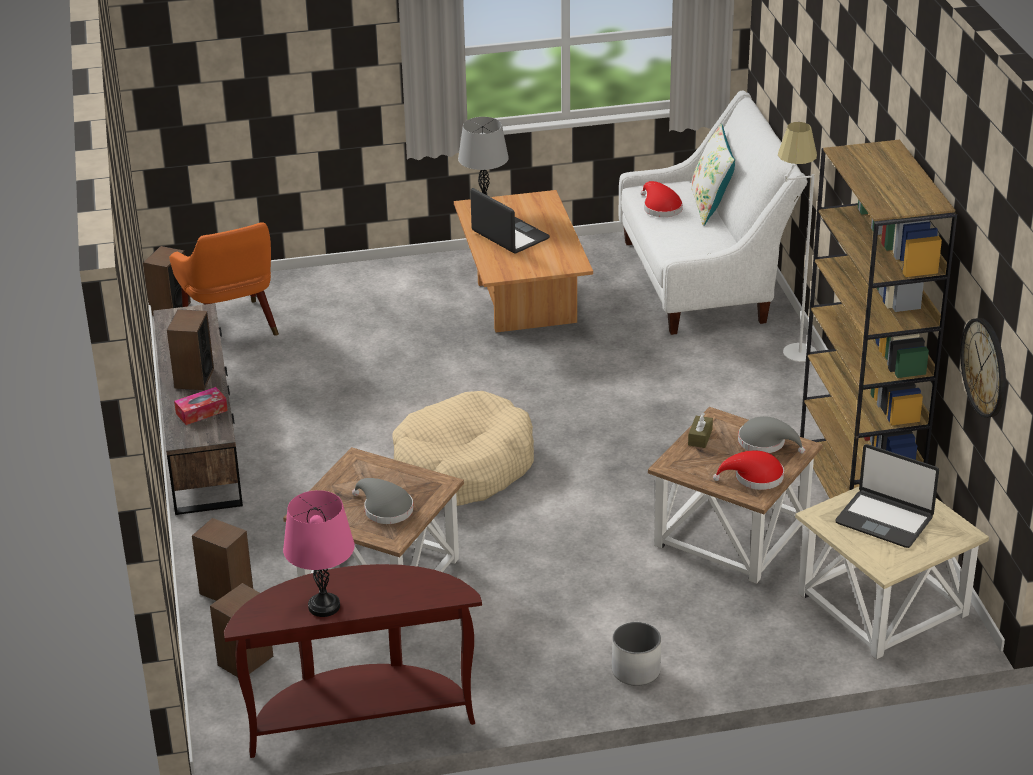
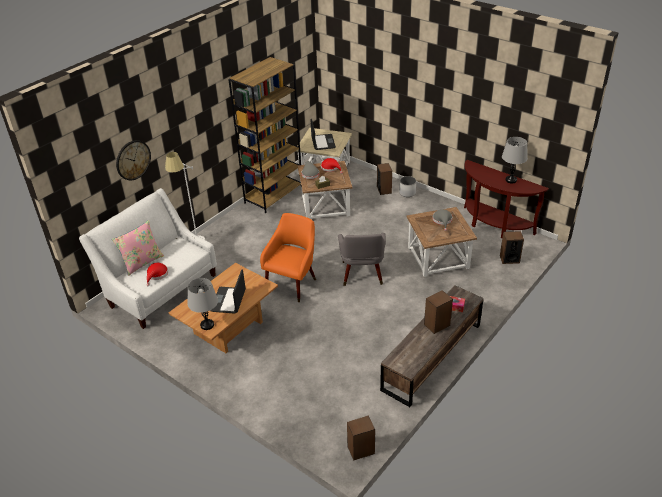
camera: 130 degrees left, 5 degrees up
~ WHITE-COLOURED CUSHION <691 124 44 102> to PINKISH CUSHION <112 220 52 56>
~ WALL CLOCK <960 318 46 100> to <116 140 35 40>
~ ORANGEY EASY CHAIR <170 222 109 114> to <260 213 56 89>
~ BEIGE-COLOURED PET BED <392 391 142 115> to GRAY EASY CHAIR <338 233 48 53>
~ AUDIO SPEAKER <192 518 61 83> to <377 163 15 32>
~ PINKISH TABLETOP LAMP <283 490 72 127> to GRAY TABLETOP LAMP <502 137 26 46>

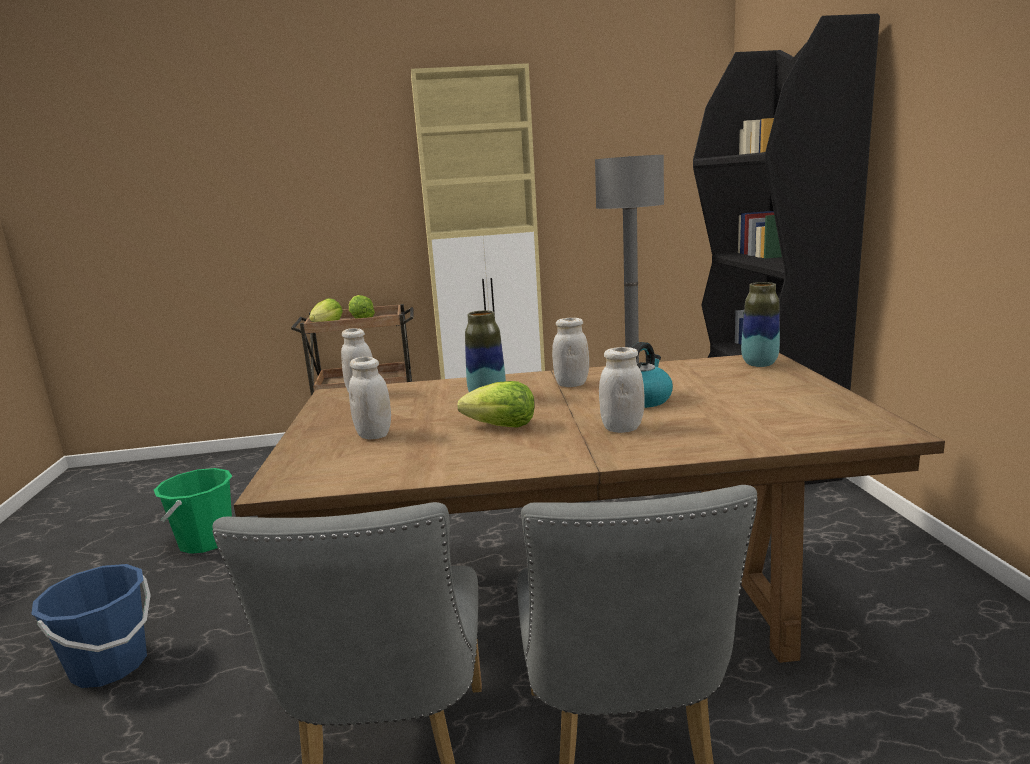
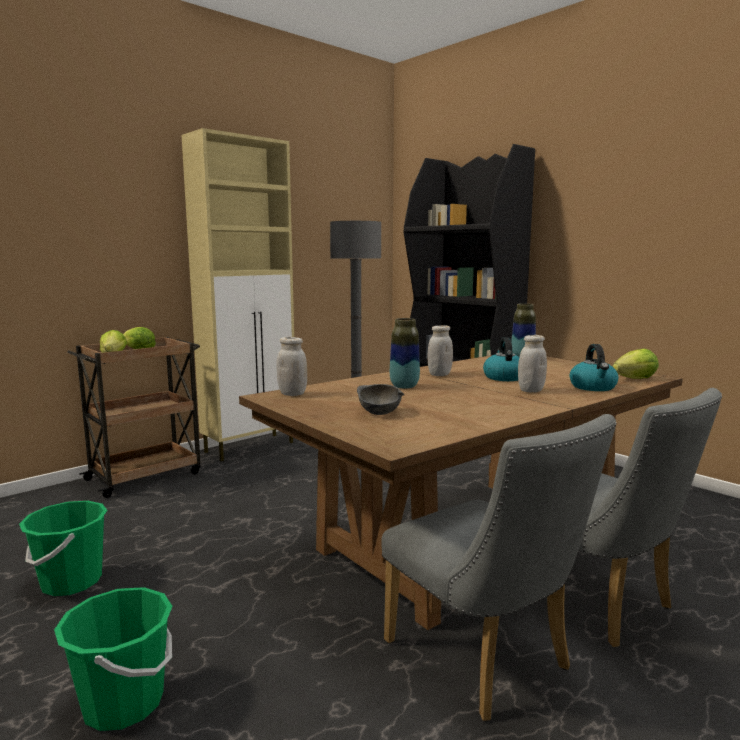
camera: 35 degrees left, 5 degrees down
~ BLUISH WATER BUCKET <32 564 119 124> to GREENISH WATER BUCKET <54 587 118 144>
~ WHITE-COLOURED JAR <349 357 42 82> to GRAY SERVING BOWL <357 384 47 31>
+ TEA KETTLE <570 344 49 47>
~ HEAD OF LETTUCE <458 381 77 47> to <613 349 46 30>

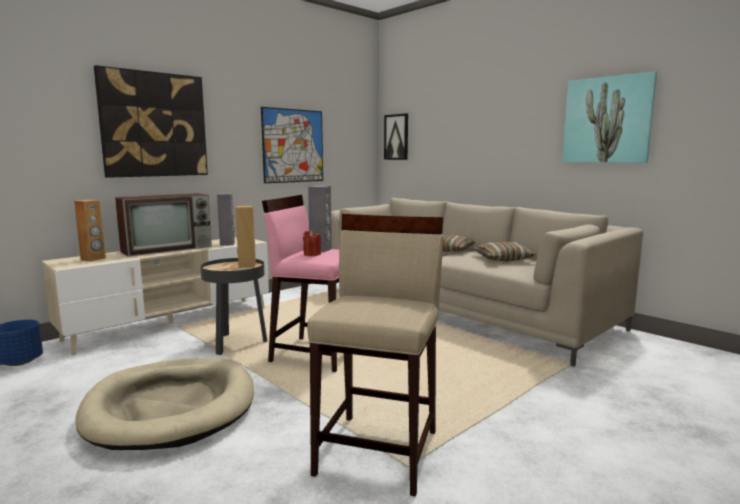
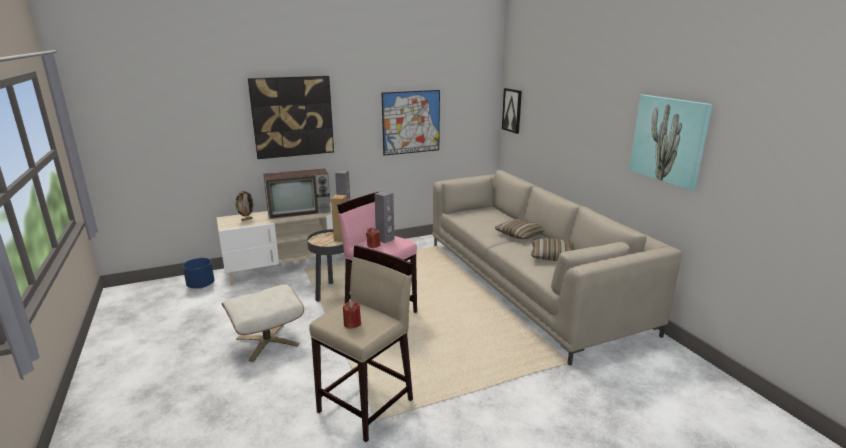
camera: 20 degrees right, 10 degrees up
~ BEIGE-COLOURED PET BED <75 358 179 92> to BEIGE-COLOURED OTTOMAN <222 284 82 78>
~ BROWNISH AUDIO SPEAKER <74 200 32 61> to STANDING FRAME <235 190 20 31>
+ RED CANDLE <343 301 18 27>

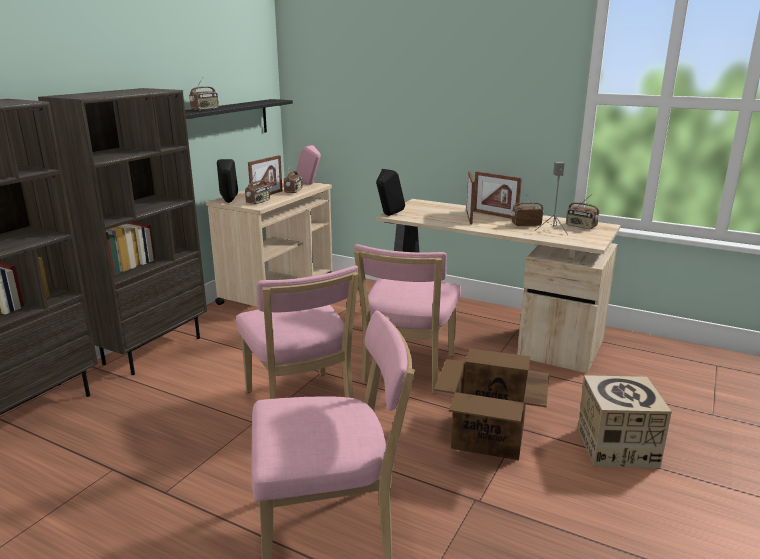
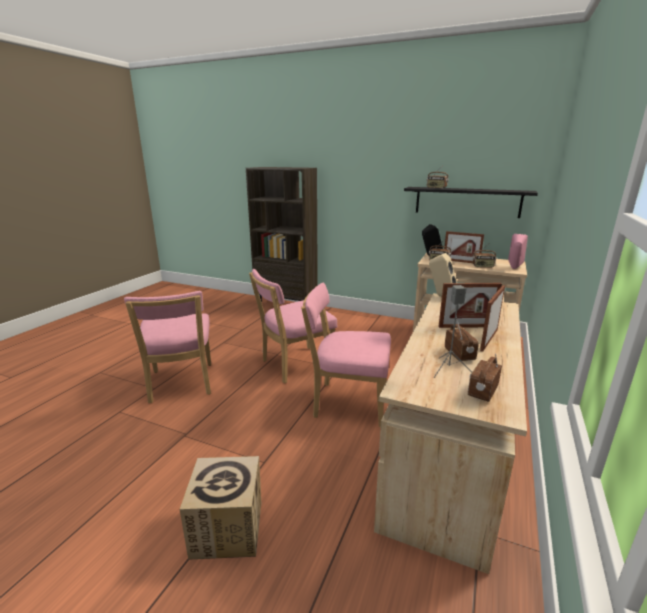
camera: 85 degrees right, 0 degrees up
~ BLACKISH AUDIO SPEAKER <376 169 29 47> to BEIGE-COLOURED AUDIO SPEAKER <429 253 28 44>
- BROWNISH BOOKCASE <38 88 169 287>
- CARTON <434 349 115 111>

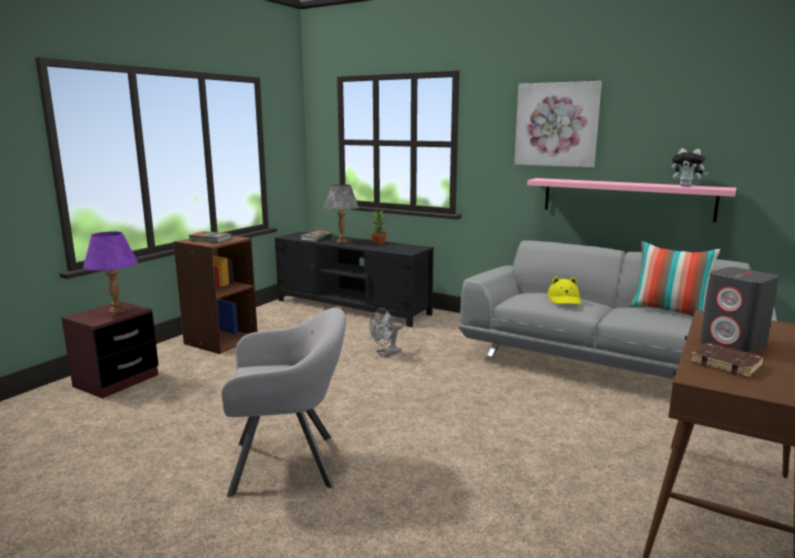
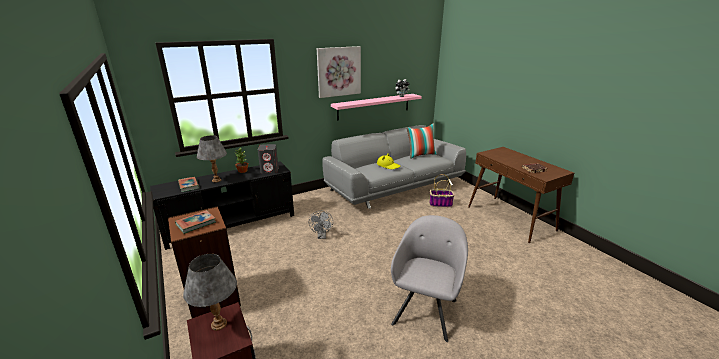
camera: 60 degrees left, 10 degrees up
~ PURPLISH TABLETOP LAMP <83 231 55 82> to GRAY TABLETOP LAMP <183 254 54 77>
~ GRAY AUDIO SPEAKER <700 267 79 87> to <258 144 21 30>
+ BASKET <429 174 26 33>

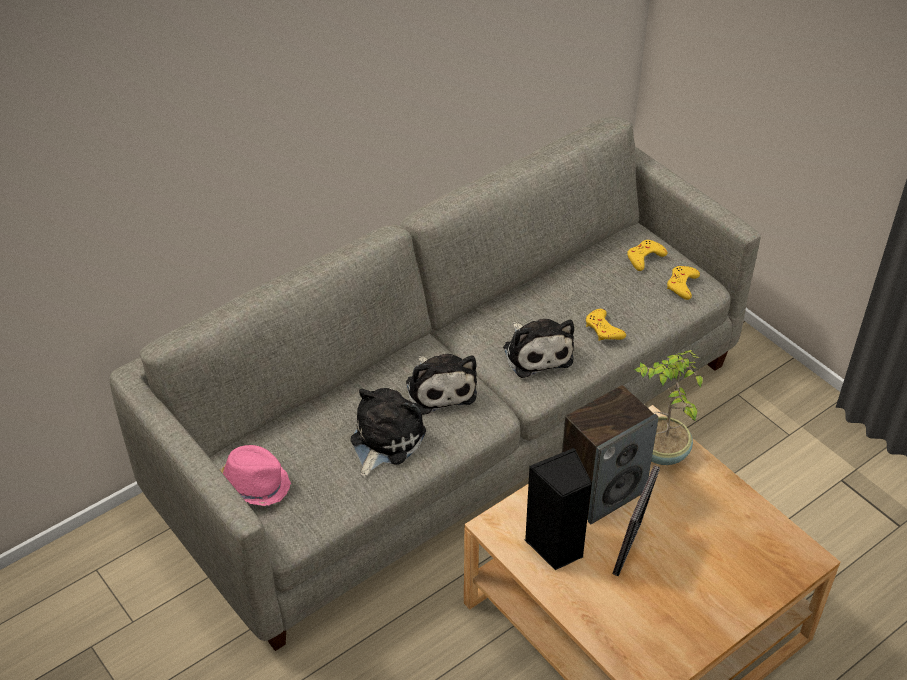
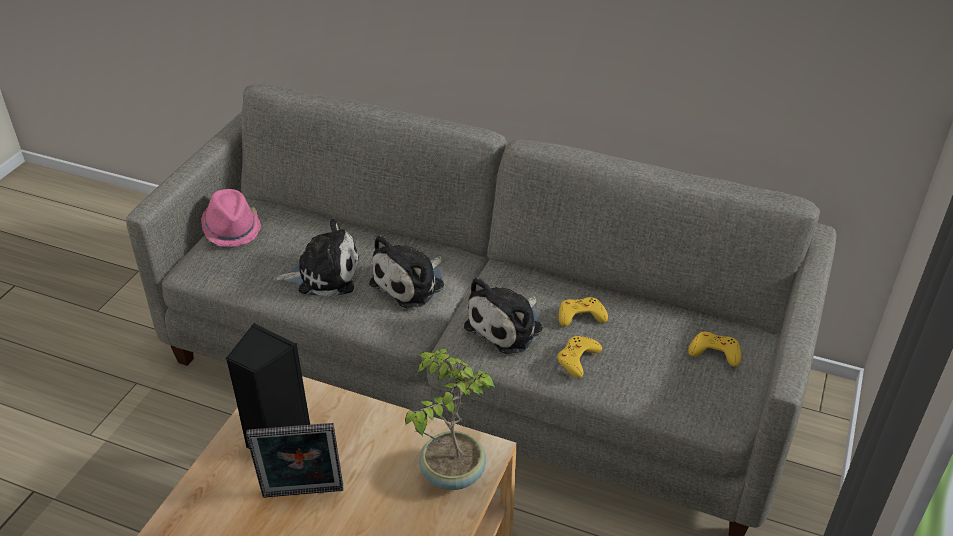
camera: 60 degrees right, 5 degrees down
~ YELLOWISH GAME CONTROLLER <667 266 33 34> to <559 297 49 30>
- AUDIO SPEAKER <562 385 97 139>

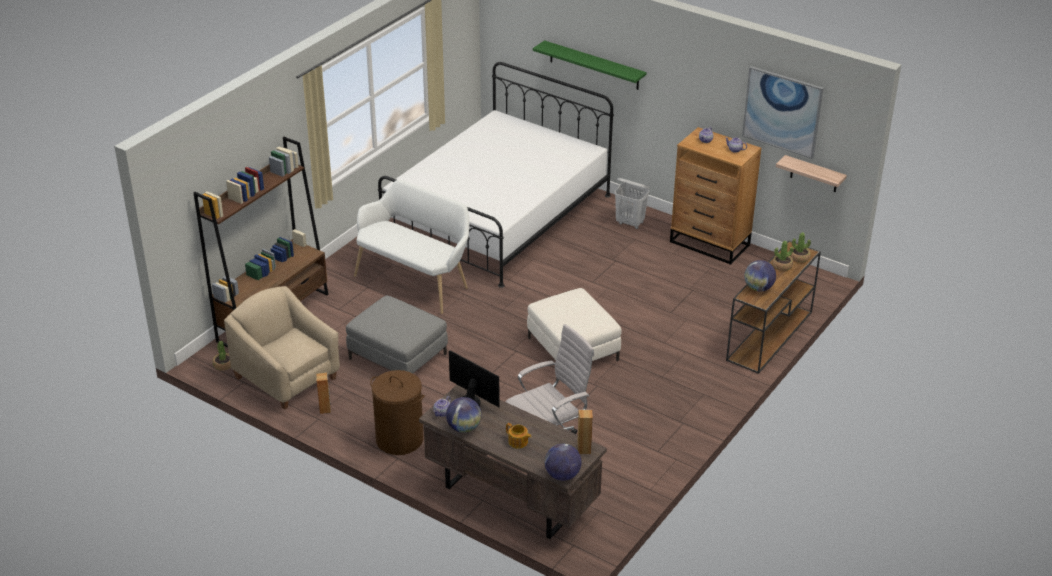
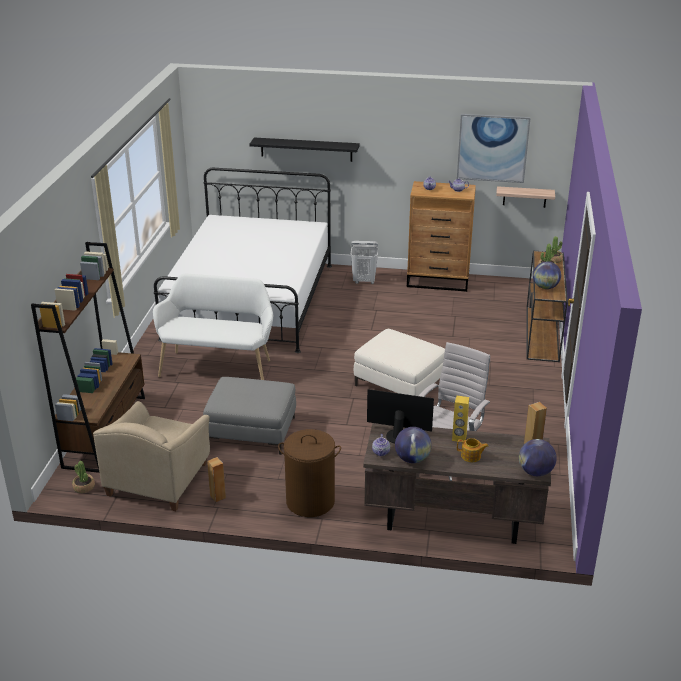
camera: 25 degrees left, 5 degrees down
~ BEIGE-COLOURED EASY CHAIR <224 286 116 124> = <93 401 117 110> 90 degrees counterclockwise
~ GREENISH SHELF <533 40 114 50> to BLACKISH SHELF <249 138 111 24>
+ YELLOWISH AUDIO SPEAKER <452 396 17 46>

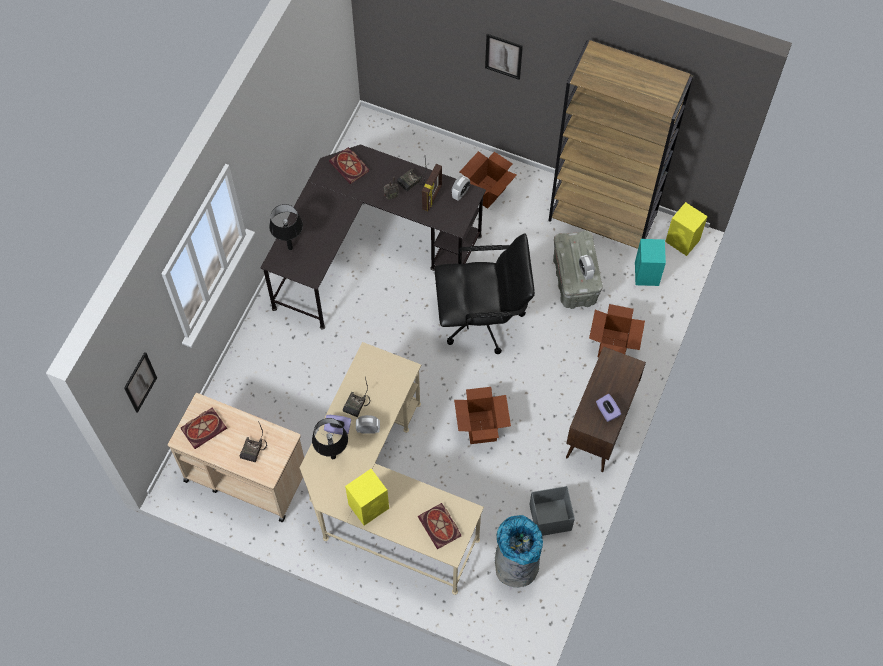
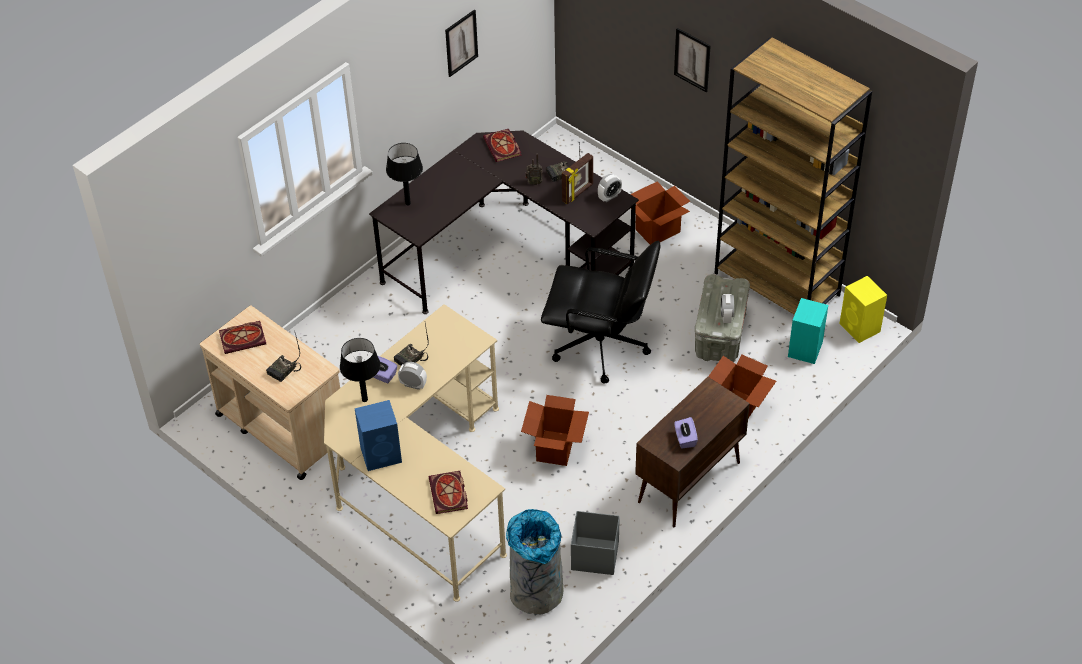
camera: 20 degrees right, 15 degrees down
~ YELLOWISH AUDIO SPEAKER <345 469 44 57> to BLUISH AUDIO SPEAKER <355 400 47 71>
~ PICTURE <124 352 33 61> to <445 10 33 67>

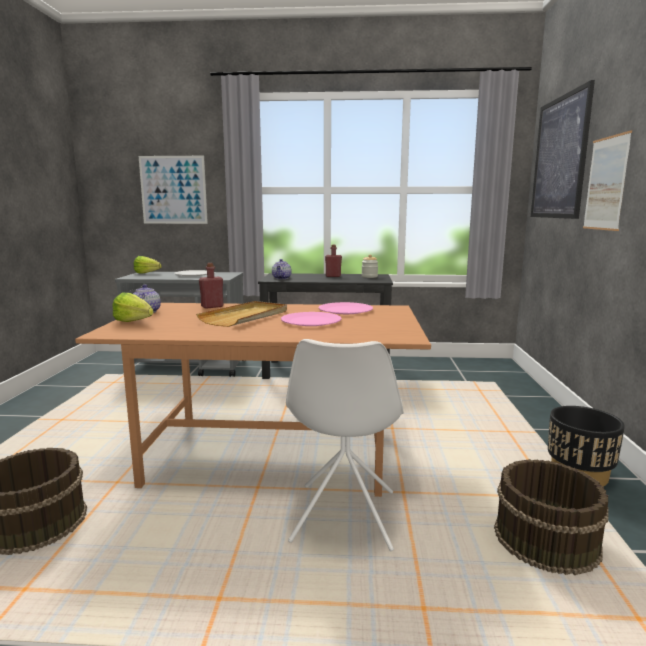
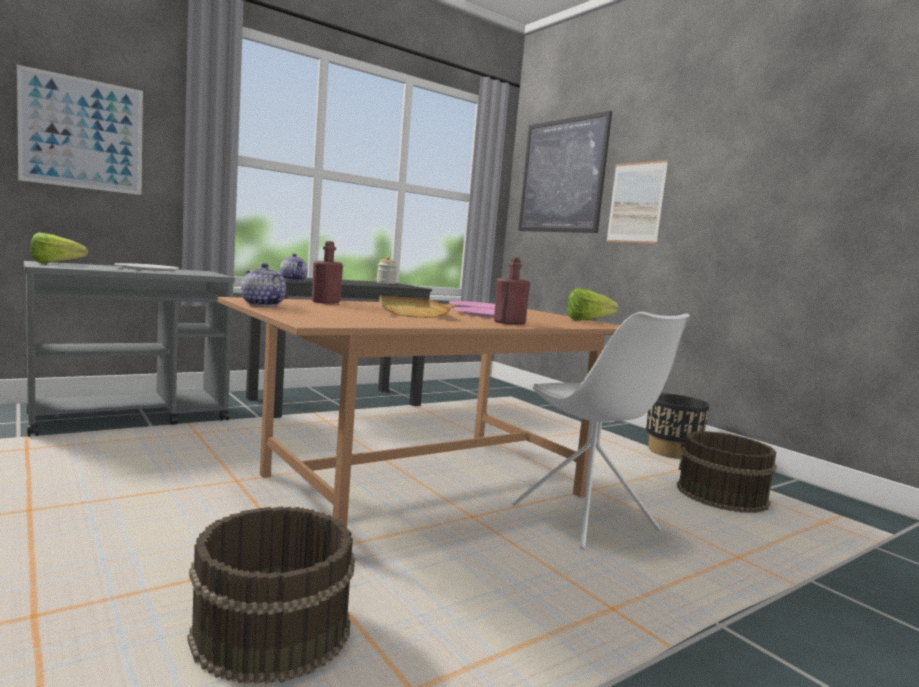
camera: 40 degrees left, 5 degrees down
~ RED BOTTLE <325 245 17 32> to <494 257 36 67>
~ HEAD OF LETTUCE <112 293 42 29> to <567 288 51 32>

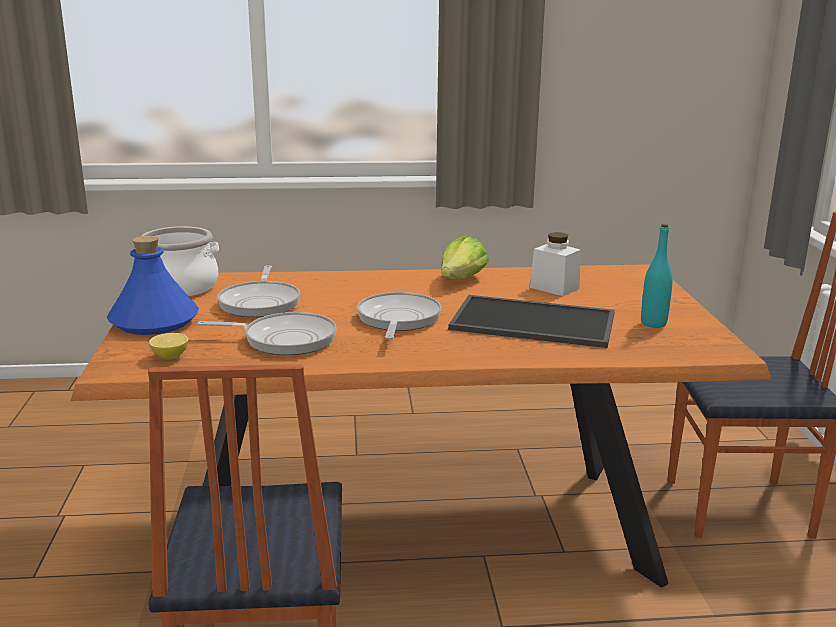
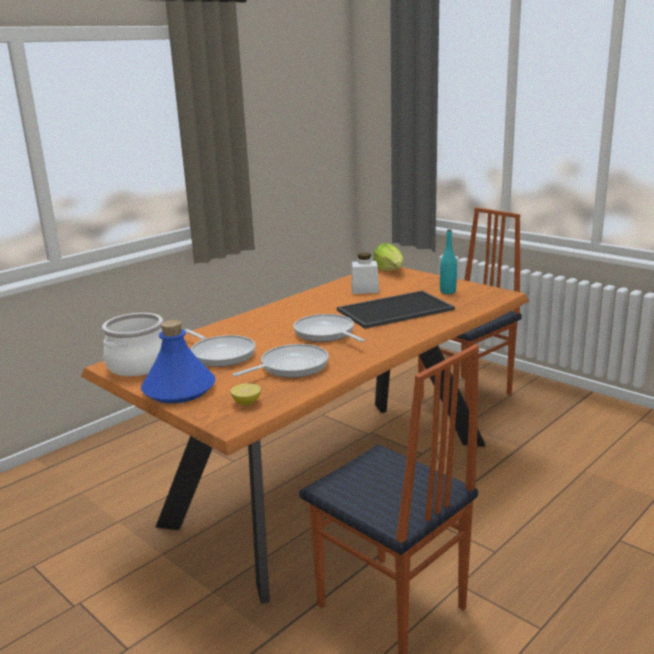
camera: 40 degrees left, 0 degrees up
~ HEAD OF LETTUCE <441 236 48 43> to <373 243 31 28>

